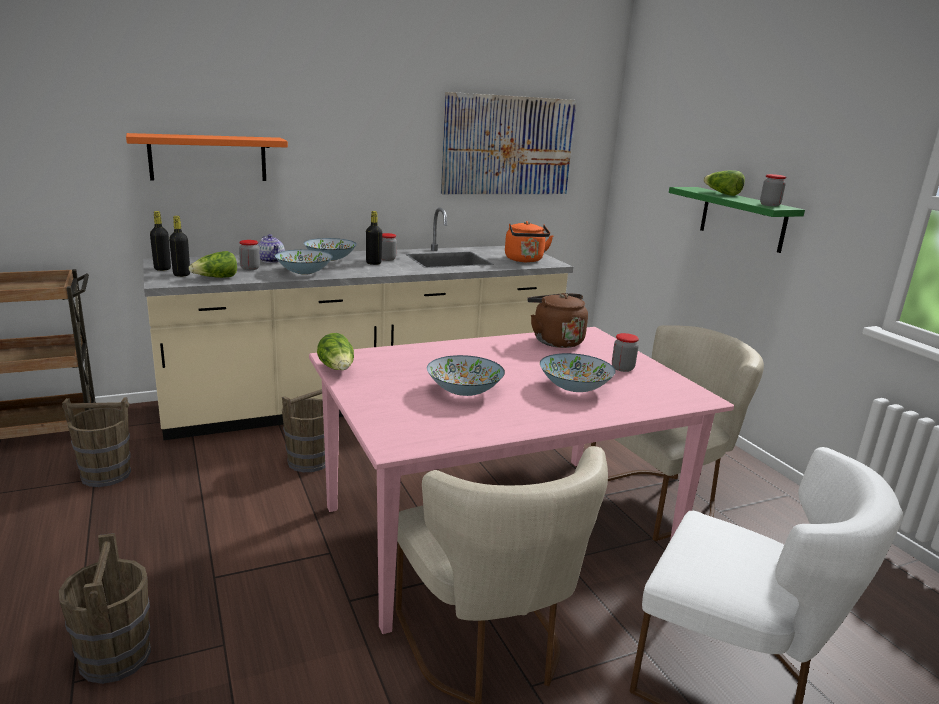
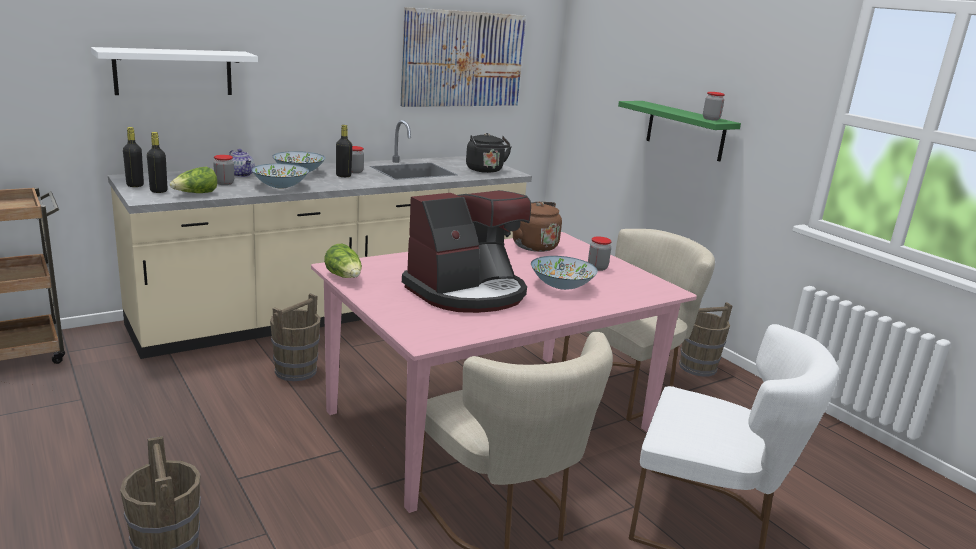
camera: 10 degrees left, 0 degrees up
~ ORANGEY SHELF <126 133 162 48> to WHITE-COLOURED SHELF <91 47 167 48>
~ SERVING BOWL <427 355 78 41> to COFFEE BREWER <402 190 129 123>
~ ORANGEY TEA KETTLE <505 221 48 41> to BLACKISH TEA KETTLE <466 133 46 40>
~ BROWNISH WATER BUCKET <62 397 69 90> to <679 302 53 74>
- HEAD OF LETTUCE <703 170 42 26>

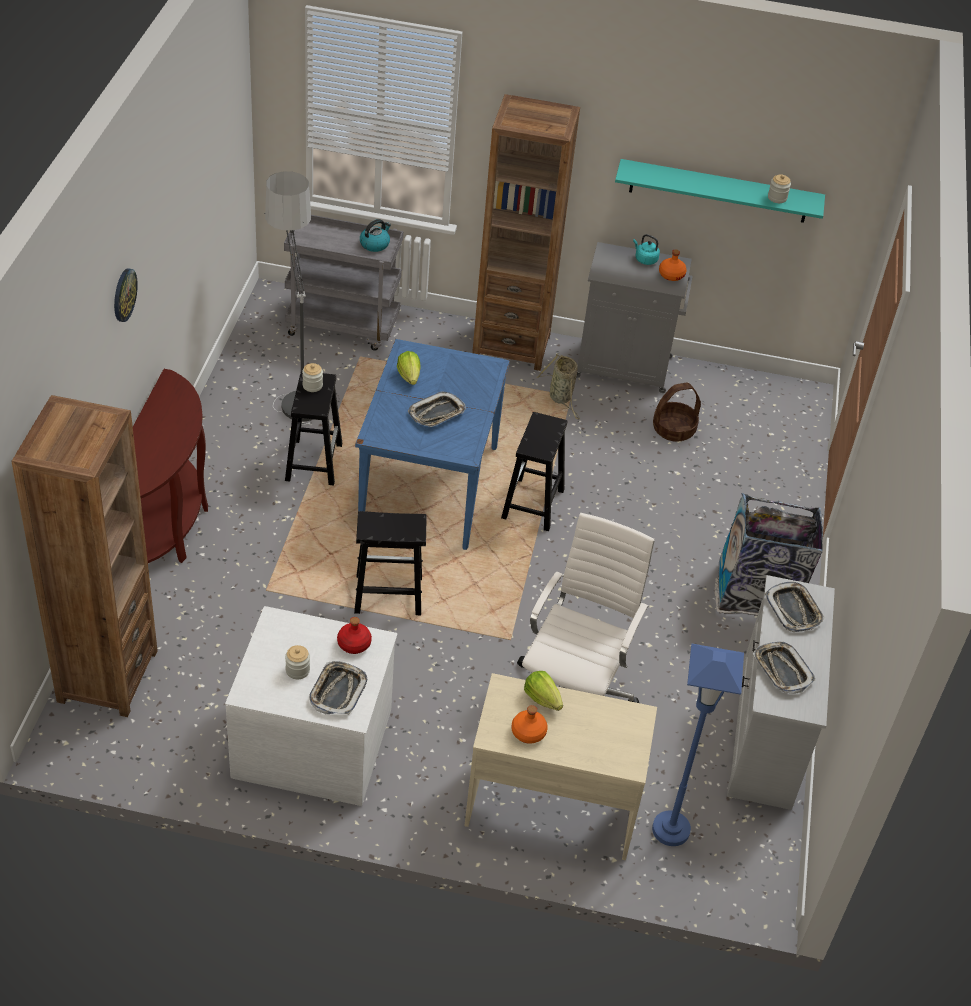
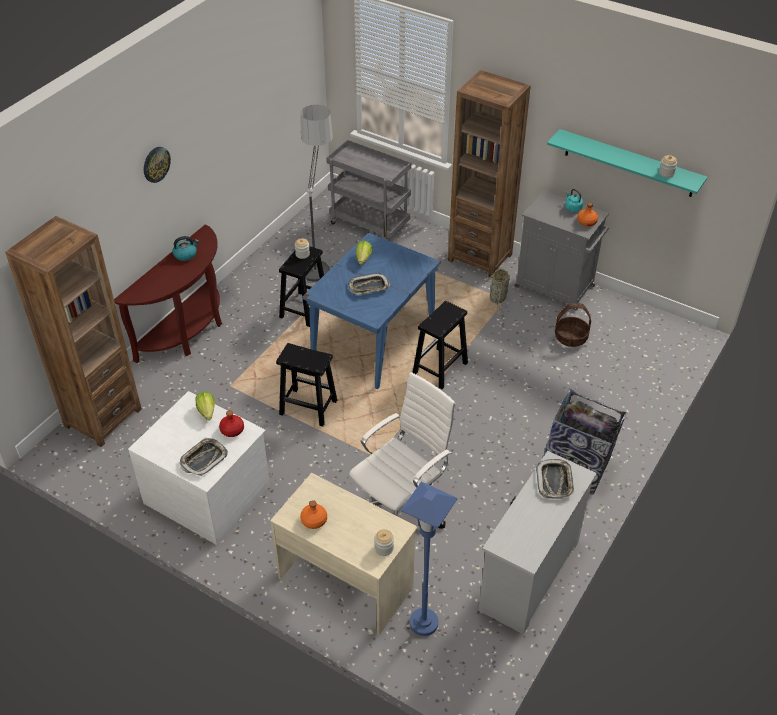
camera: 25 degrees right, 0 degrees up
~ TEA KETTLE <360 219 31 33> to <172 236 27 25>
~ HEAD OF LETTUCE <524 671 39 40> to <195 392 20 28>
~ JAR <285 645 25 34> to <375 529 19 27>
- CARRYING TRAY <753 642 62 52>

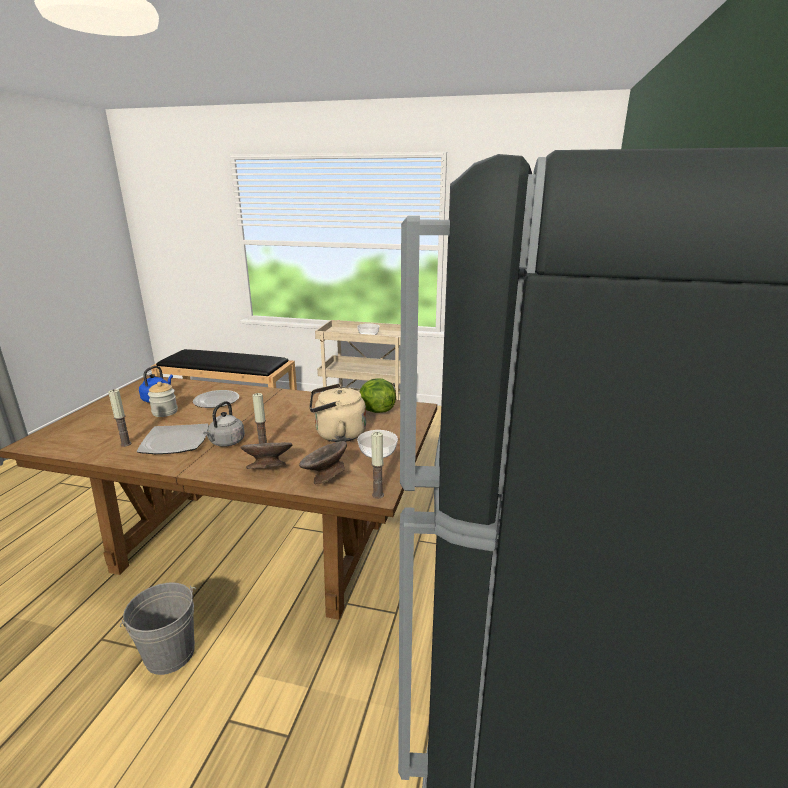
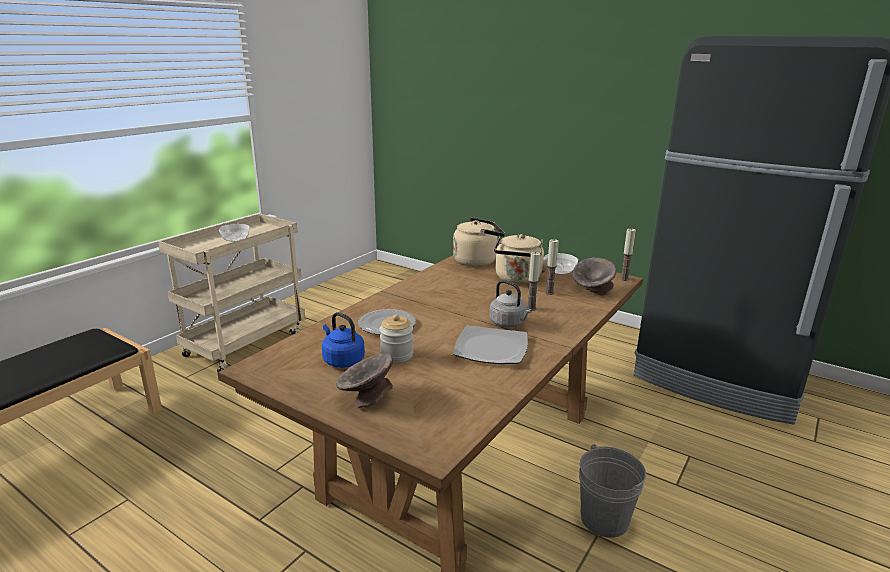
camera: 70 degrees left, 0 degrees up
~ GRAY SERVING BOWL <240 442 52 27> to <336 353 57 55>
~ HEAD OF LETTUCE <359 378 37 35> to BEIGE-COLOURED TEA KETTLE <453 218 52 49>
~ CANDLE <108 389 24 58> to <545 239 14 56>

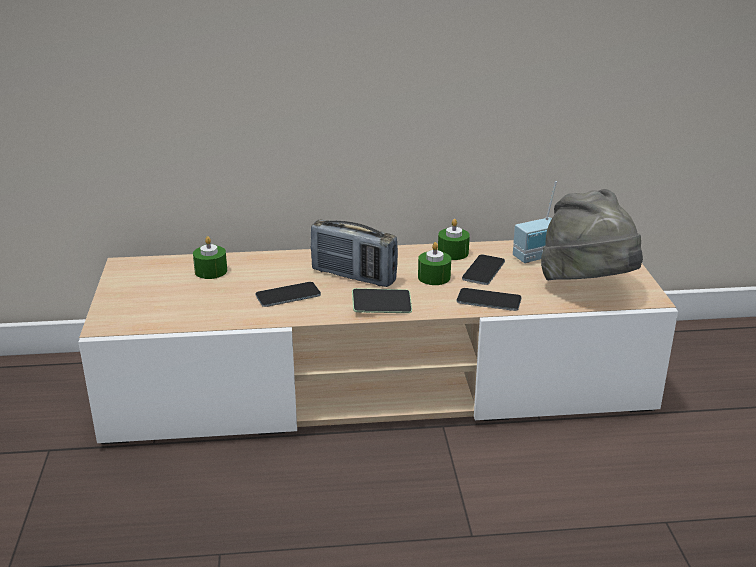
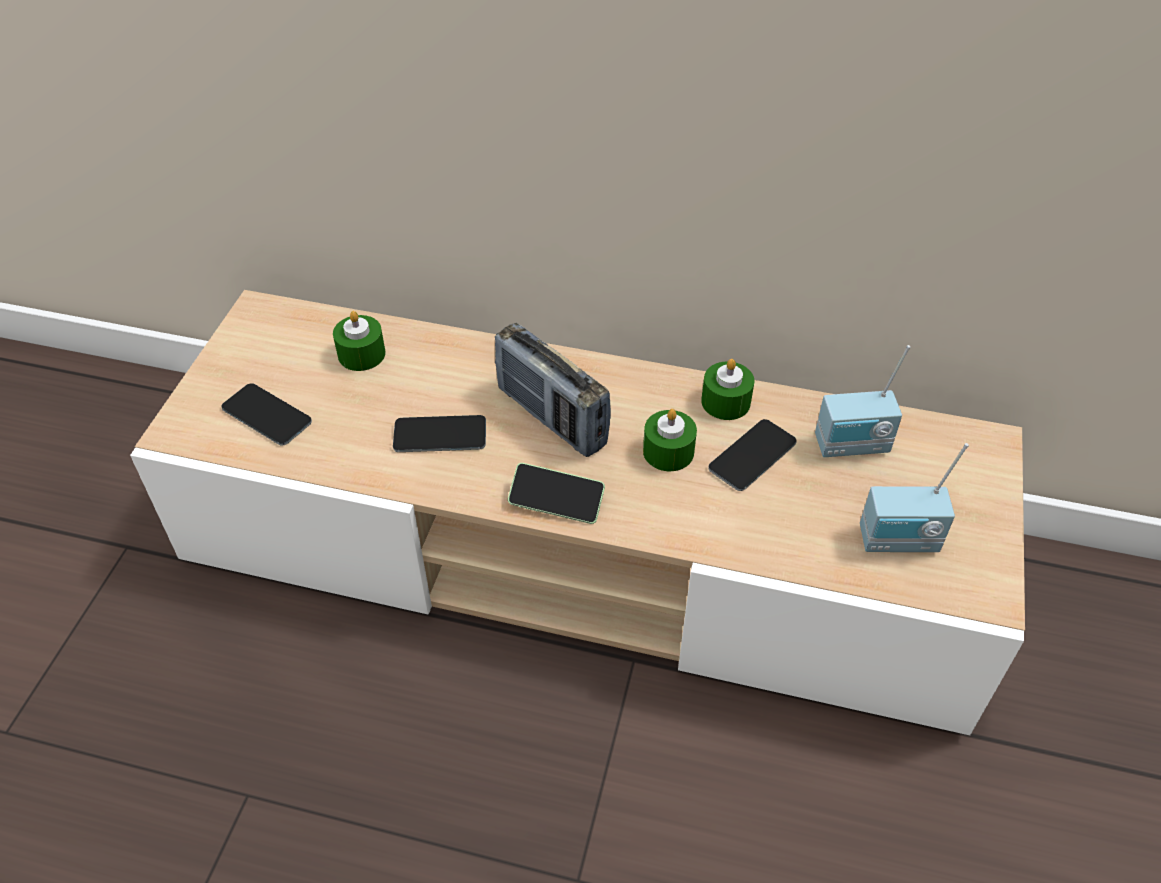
camera: 20 degrees right, 20 degrees up
~ PHONE <457 288 64 23> to <222 383 90 63>
~ GRAY CLOTHING HAT <541 189 102 91> to RADIO RECEIVER <860 443 109 109>

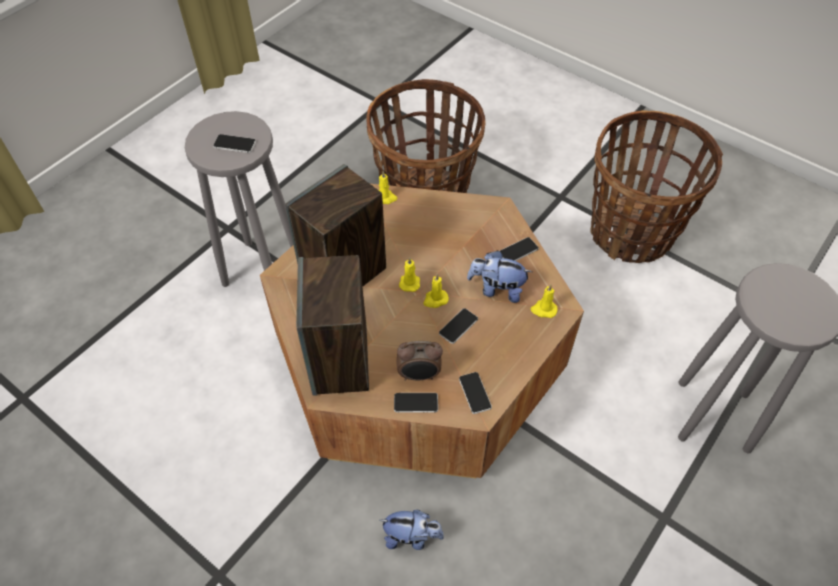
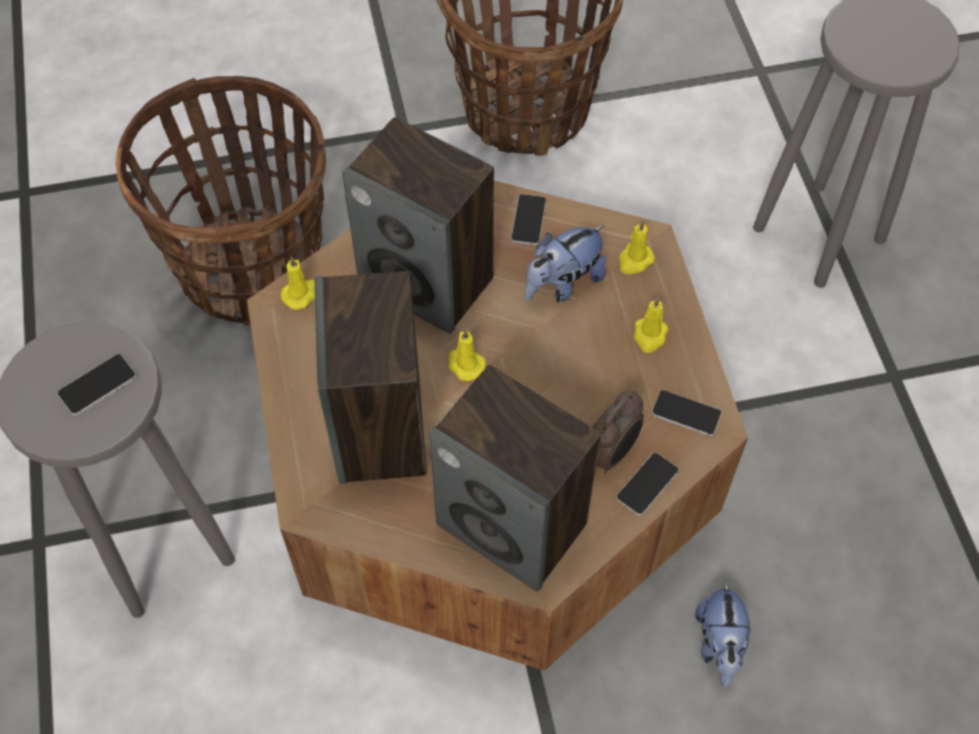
camera: 50 degrees left, 5 degrees up
+ AUDIO SPEAKER <342 117 152 217>
~ YELLOWISH CANDLE <423 274 26 34> to <634 297 34 56>
~ SOFT TOY <379 510 65 40> = <695 580 56 107> 135 degrees clockwise
- PHONE <439 308 39 36>

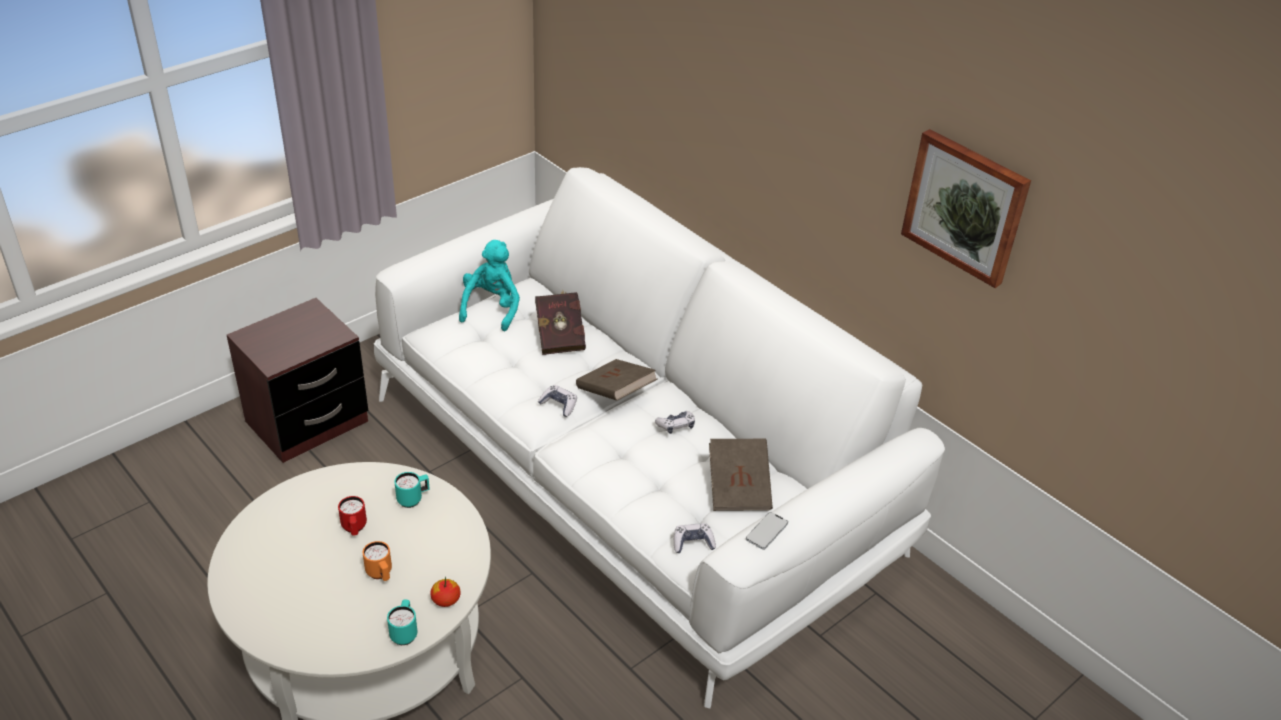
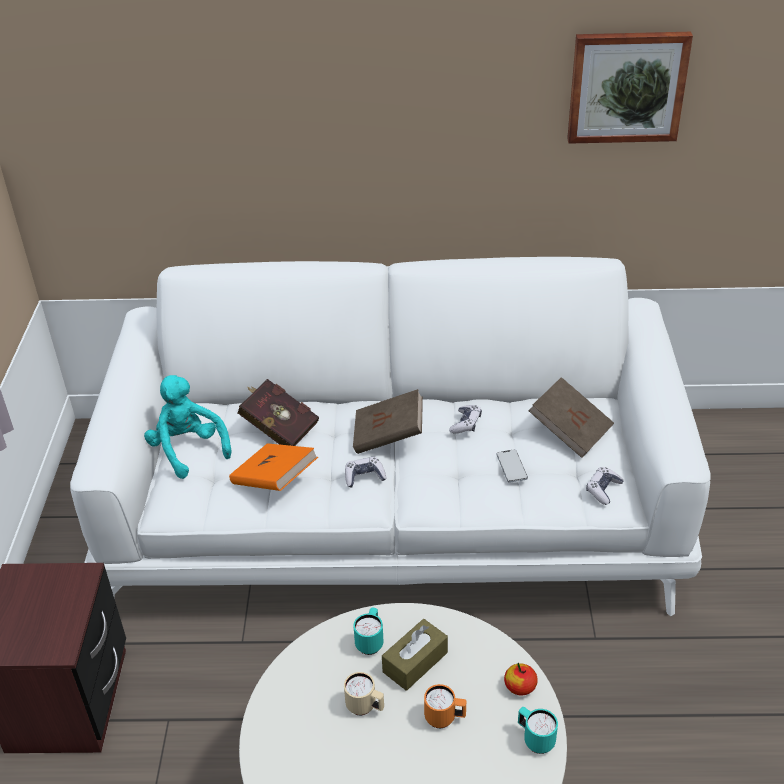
camera: 45 degrees left, 0 degrees up
+ ORANGEY VOLUME <229 443 89 48>
~ RED COFFEE MUG <338 496 29 39> to BEIGE-COLOURED COFFEE MUG <344 672 40 43>
+ BROWNISH TISSUE BOX <382 619 66 72>
~ PHONE <746 512 42 38> to <497 449 31 34>

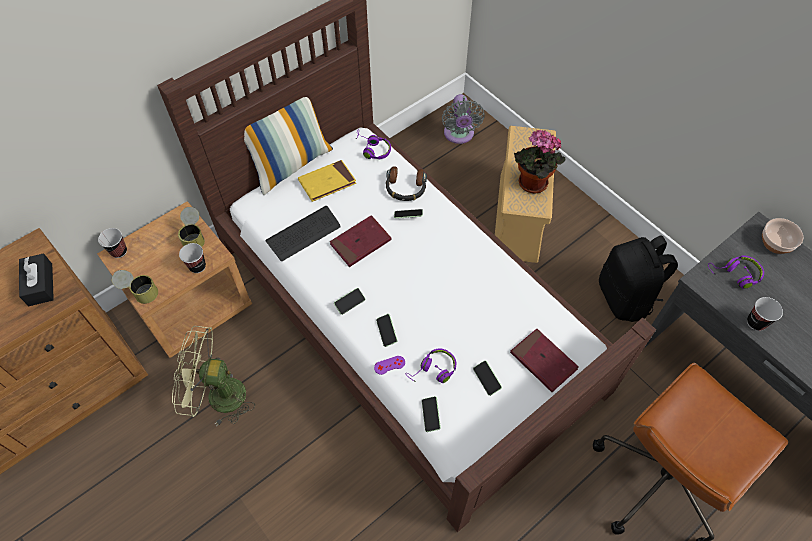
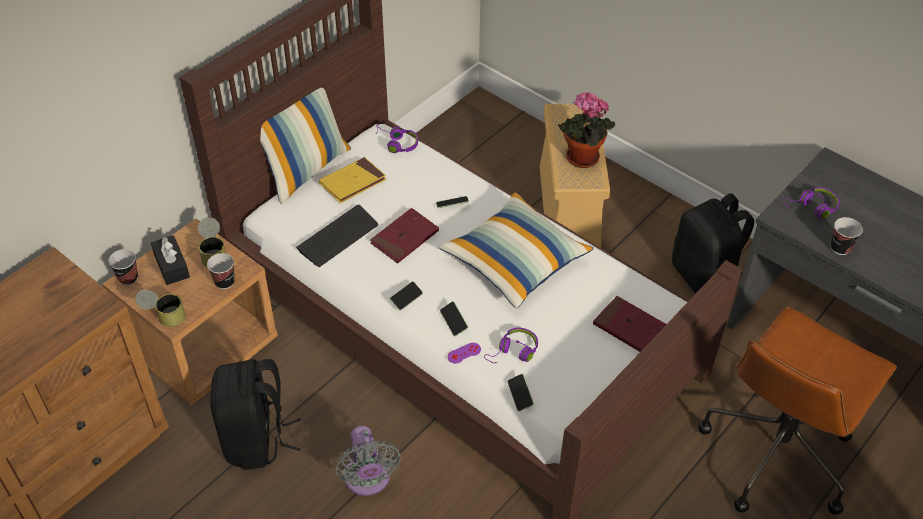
camera: 10 degrees left, 10 degrees down
~ BLACKISH TISSUE BOX <19 253 35 53> to <151 235 39 50>
~ GREENISH ELECTRIC FAN <172 326 83 100> to BLACKISH KNAPSACK <210 359 91 111>
~ GRAY ELECTRIC FAN <442 94 43 50> to <335 426 66 70>
+ CUSHION <438 192 156 116>
- PAIR OF HEADPHONES <386 166 41 35>
- PHONE <473 361 29 35>
- SERVING BOWL <762 218 41 36>

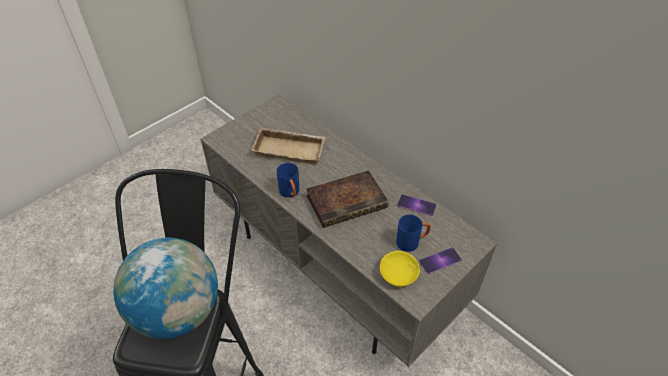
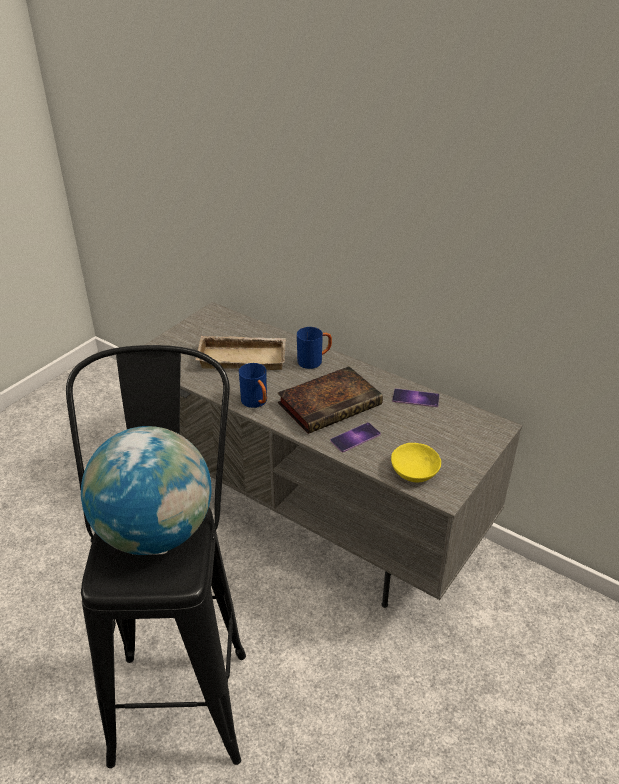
camera: 10 degrees left, 10 degrees down
~ BLUISH COFFEE MUG <396 215 35 37> to <297 327 35 42>
~ PHONE <419 247 43 27> to <330 422 51 30>

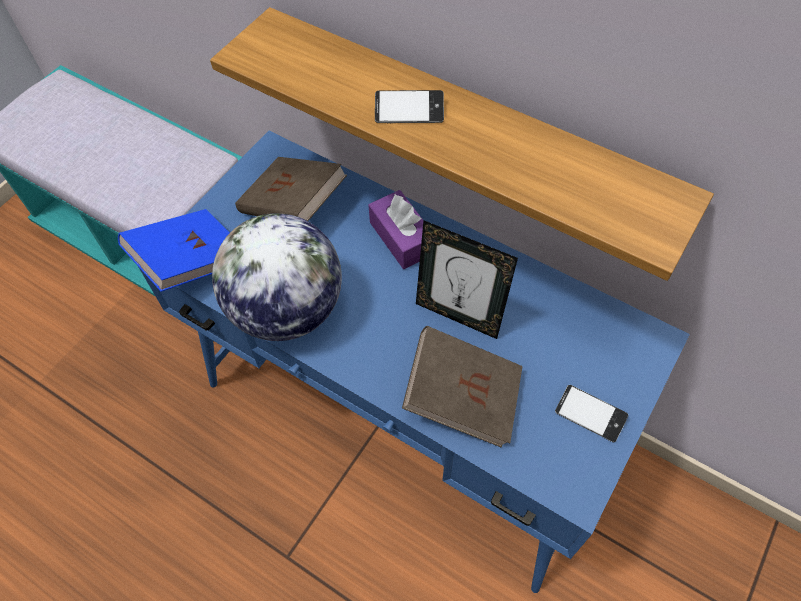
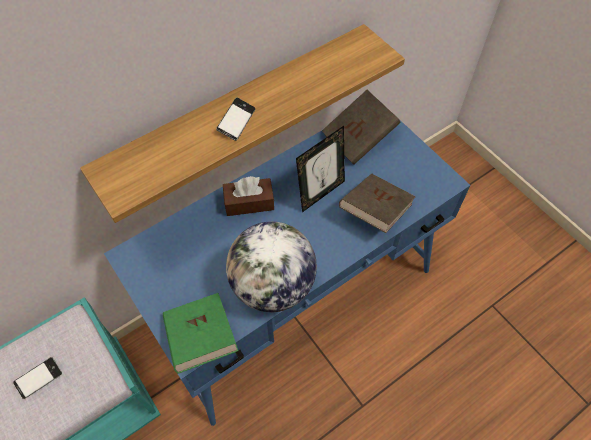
camera: 70 degrees left, 0 degrees up
~ PHONE <555 385 73 57> to <13 357 49 42>
~ BLUISH VOLUME <118 209 112 83> to GREENISH VOLUME <163 293 75 81>
~ PURPLISH TISSUE BOX <368 190 56 79> to BROWNISH TISSUE BOX <223 176 51 40>
~ BROWNISH VOLUME <235 157 112 64> to <322 90 79 75>

